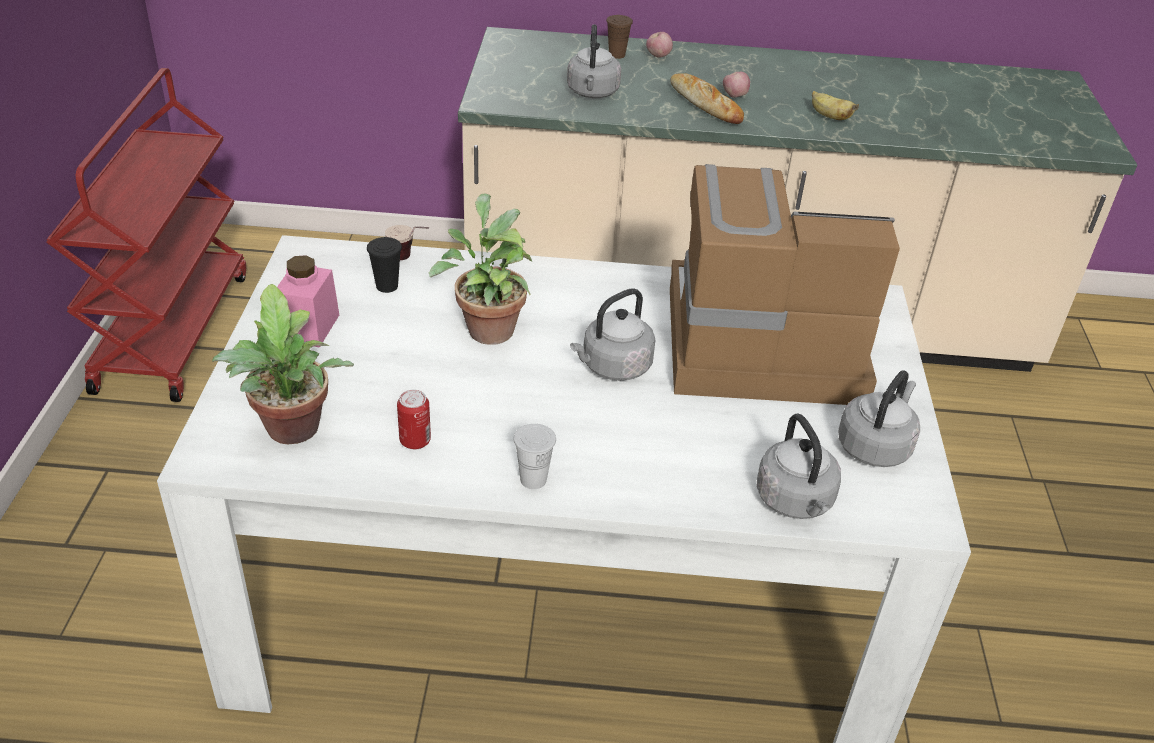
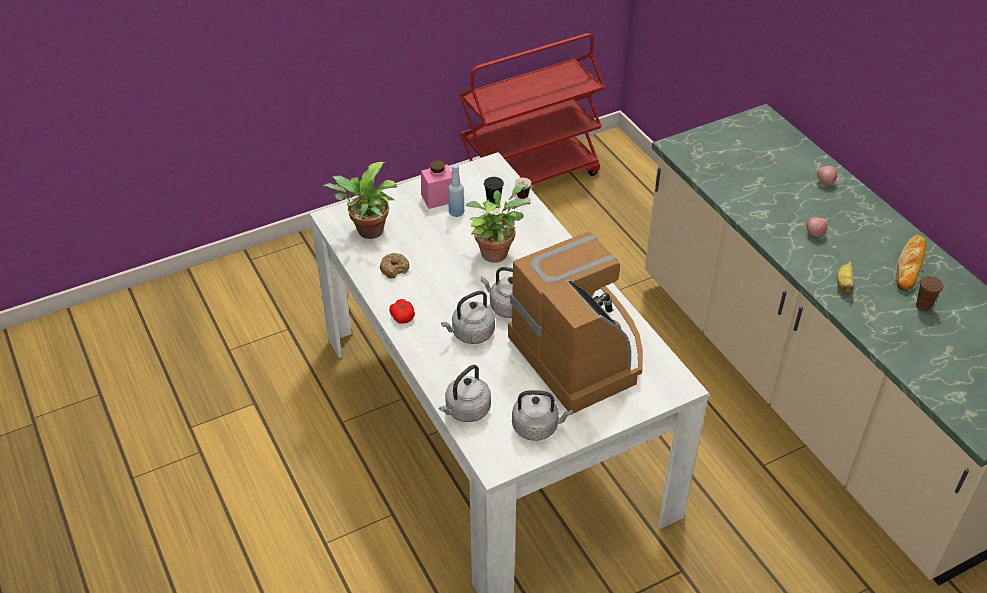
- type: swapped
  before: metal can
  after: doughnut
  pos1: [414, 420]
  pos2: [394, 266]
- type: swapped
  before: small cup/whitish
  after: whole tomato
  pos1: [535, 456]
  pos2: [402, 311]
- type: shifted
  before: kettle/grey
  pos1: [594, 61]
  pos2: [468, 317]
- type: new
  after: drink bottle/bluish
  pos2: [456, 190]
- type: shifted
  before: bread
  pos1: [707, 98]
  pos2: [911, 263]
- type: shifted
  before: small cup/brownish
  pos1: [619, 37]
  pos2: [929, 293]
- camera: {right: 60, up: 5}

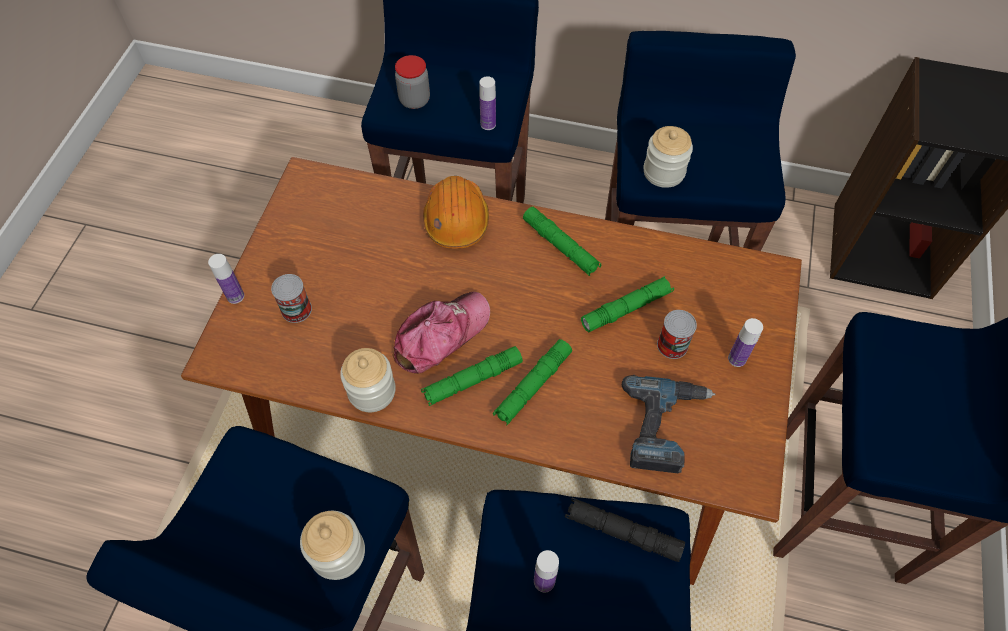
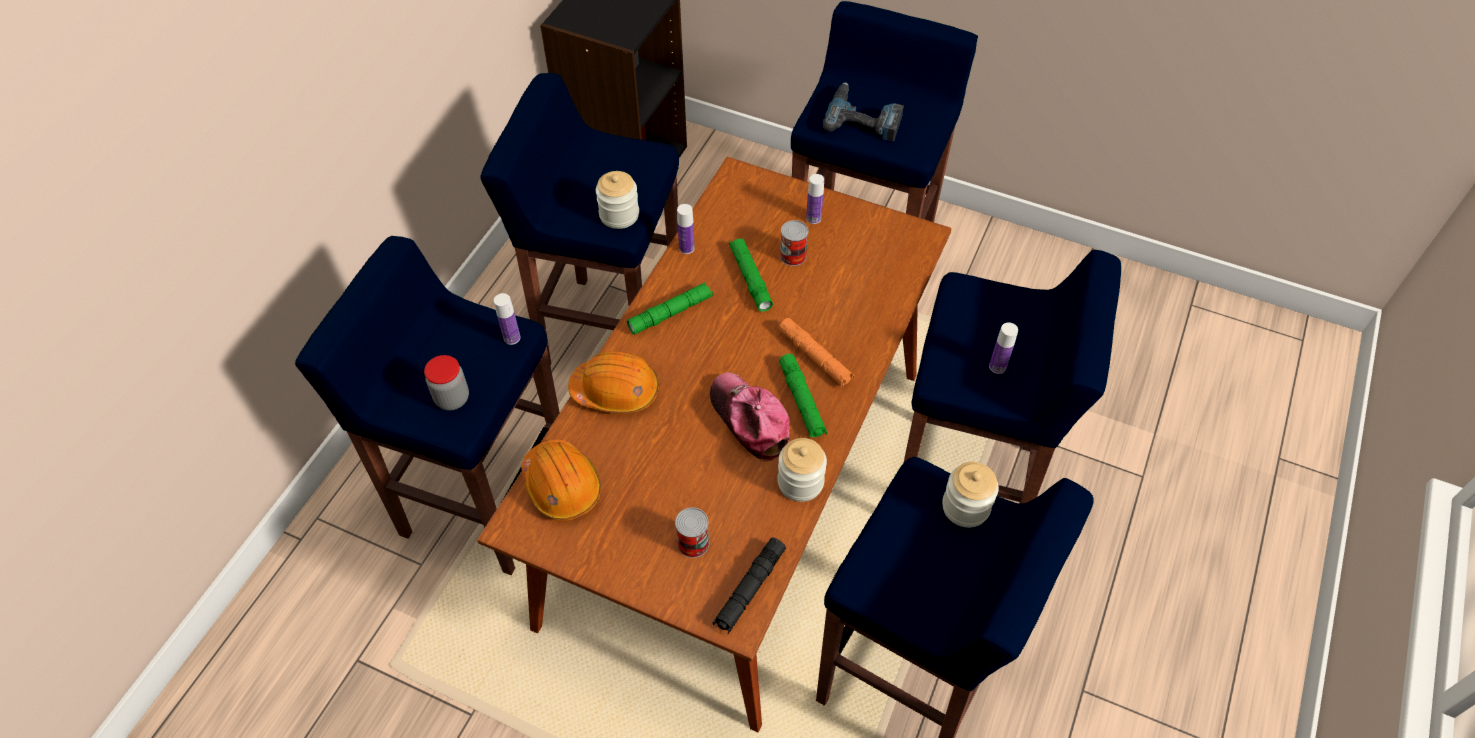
- type: new
  after: hard hat/orangey
  pos2: [561, 480]
- type: shifted
  before: drink bottle
  pos1: [226, 279]
  pos2: [686, 229]
- type: shifted
  before: torch/black
  pos1: [625, 530]
  pos2: [749, 586]
- type: repainted
  before: torch/green-coloured
  after: torch/orangey
  pos1: [532, 382]
  pos2: [817, 352]
- type: shifted
  before: drill
  pos1: [669, 424]
  pos2: [863, 112]
- camera: {right: -80, up: -5}

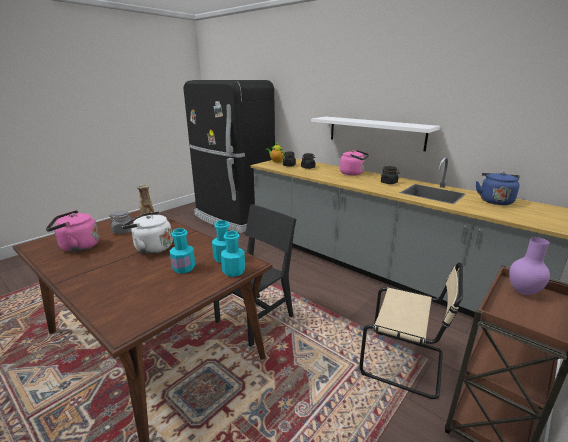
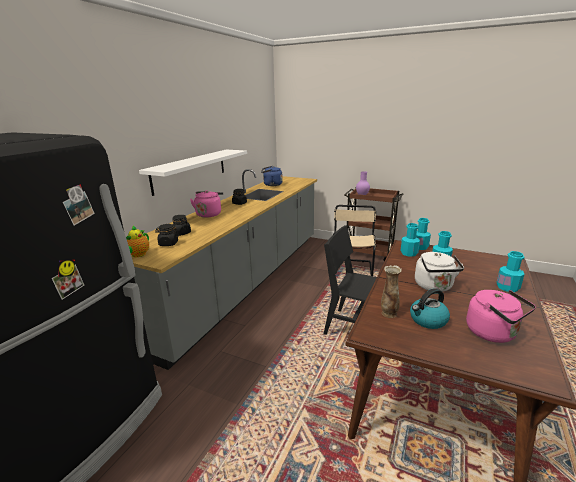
- type: swapped
  before: storage jar/grey
  after: kettle
  pos1: [121, 222]
  pos2: [430, 308]
- type: new
  after: drink bottle/turquoise
  pos2: [511, 271]
- camera: {right: -105, up: 0}

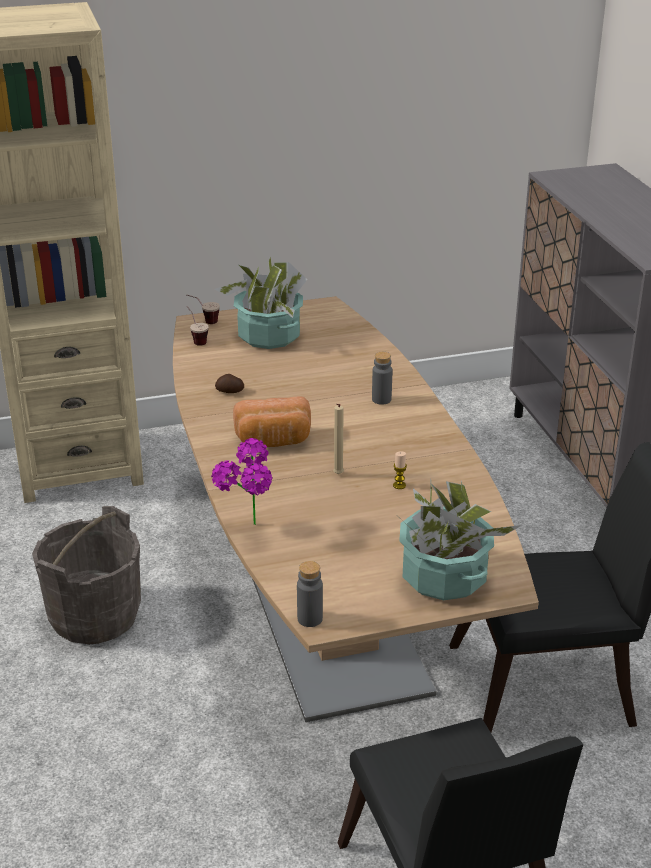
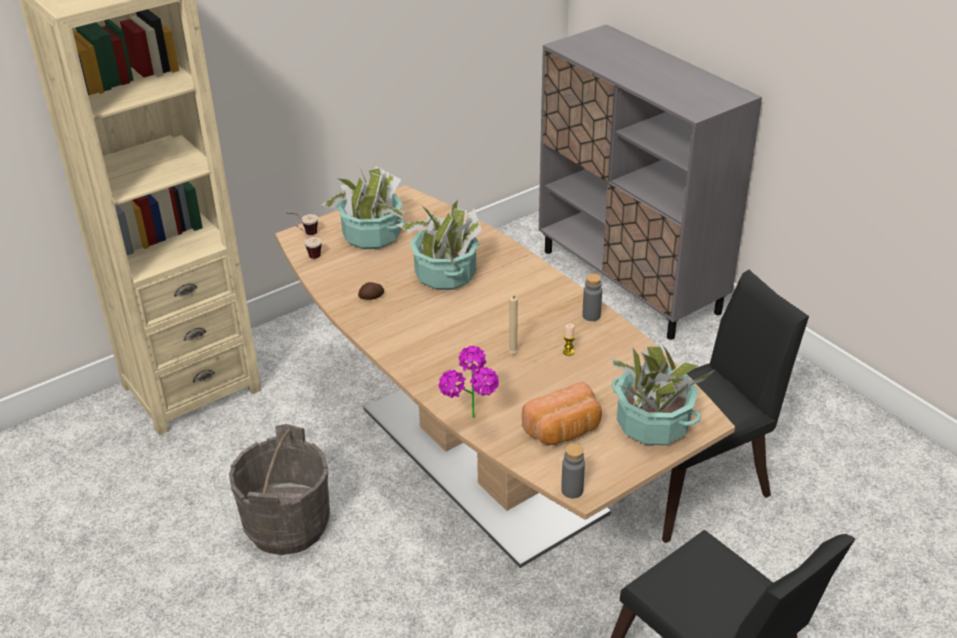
- type: new
  after: potted plant
  pos2: [439, 245]
- type: shifted
  before: bread
  pos1: [272, 421]
  pos2: [562, 413]
- type: shifted
  before: drink bottle/grey
  pos1: [382, 378]
  pos2: [592, 297]
- camera: {right: -20, up: 5}

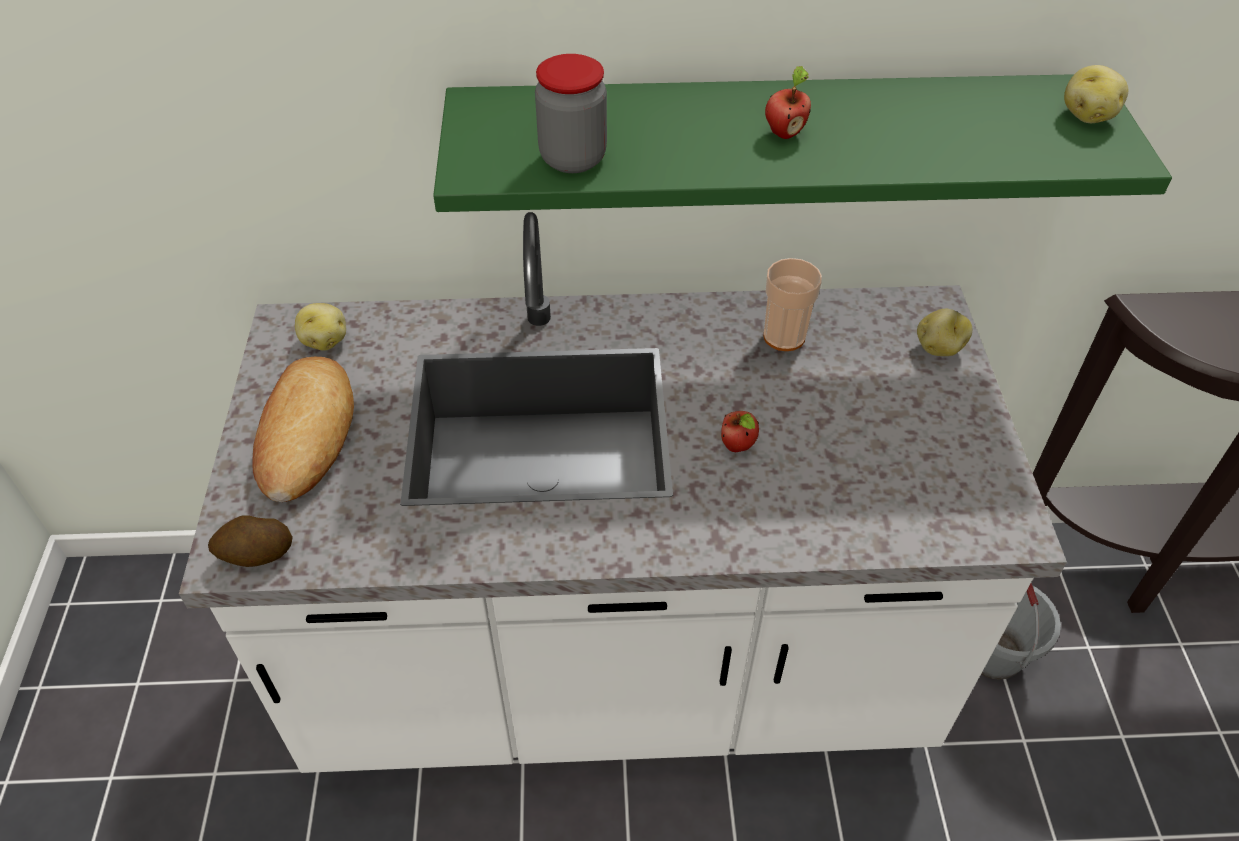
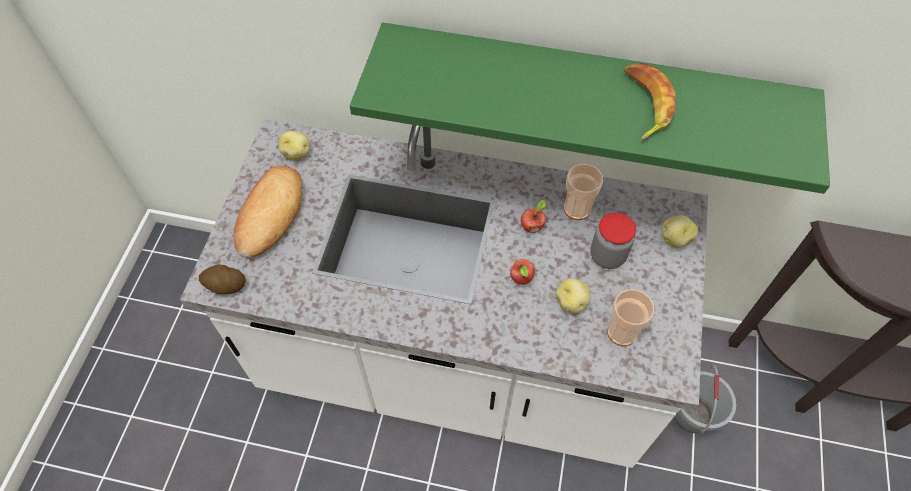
- type: shifted
  before: whole apple
  pos1: [788, 102]
  pos2: [533, 216]
- type: shifted
  before: potato
  pos1: [1096, 94]
  pos2: [572, 295]
- type: shifted
  before: storage jar
  pos1: [571, 113]
  pos2: [613, 240]
- type: new
  after: small cup
  pos2: [630, 317]
- type: new
  after: banana fruit
  pos2: [650, 101]
- camera: {right: 15, up: 10}

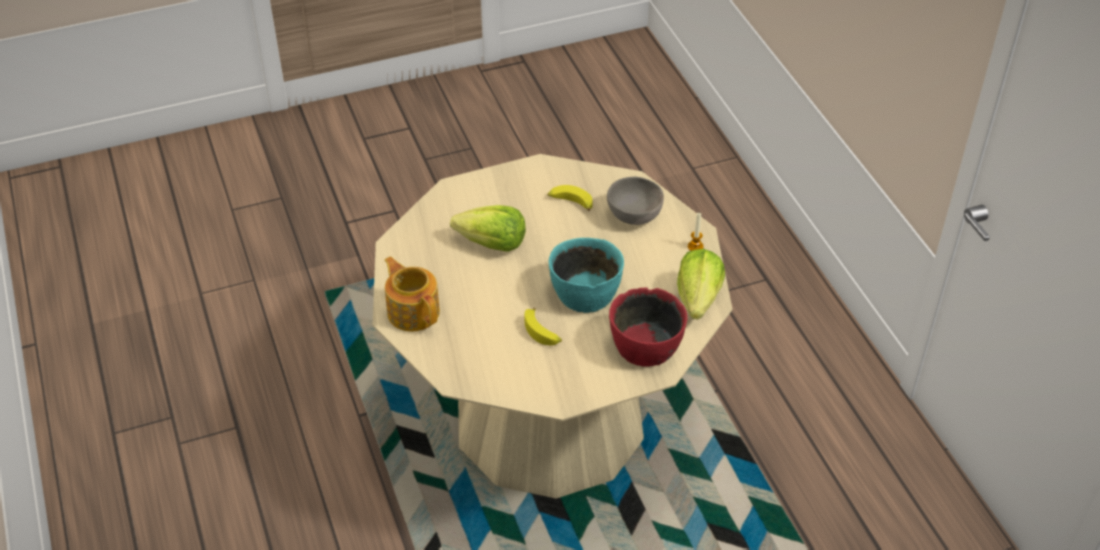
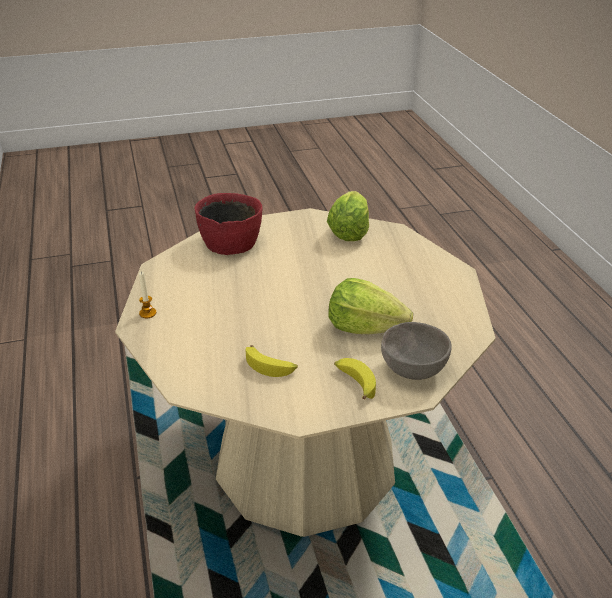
- type: shifted
  before: lettuce head
  pos1: [701, 284]
  pos2: [348, 216]
- type: shifted
  before: banana fruit
  pos1: [543, 326]
  pos2: [355, 378]
- type: shifted
  before: serving bowl/grey
  pos1: [635, 200]
  pos2: [416, 351]
- type: gone
  before: teapot
  pos1: [412, 294]
- type: gone
  before: serving bowl/turquoise
  pos1: [586, 275]
- camera: {right: -175, up: -10}

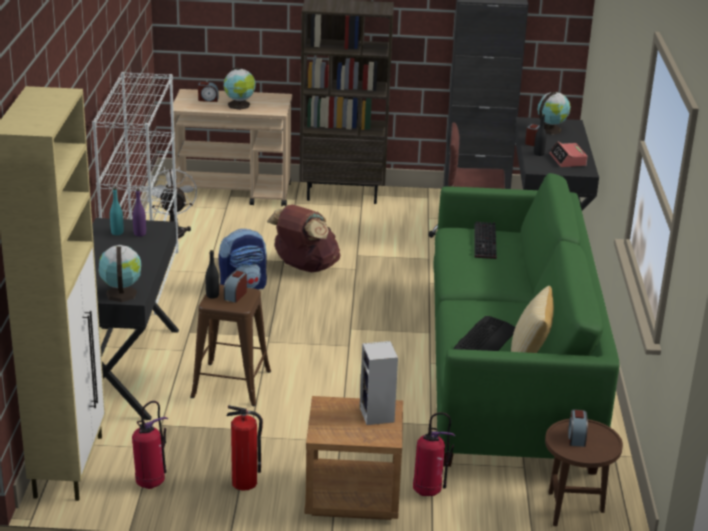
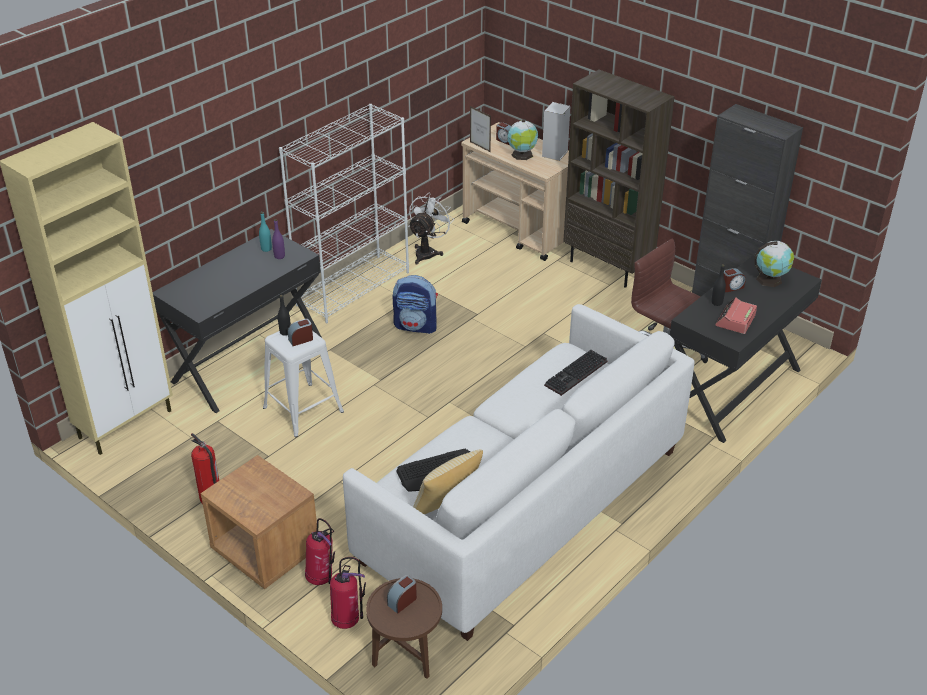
- type: repainted
  before: sitting stool/brownish
  after: sitting stool/whitish
  pos1: [230, 345]
  pos2: [303, 384]
- type: shifted
  before: fire extinguisher
  pos1: [150, 445]
  pos2: [348, 593]
- type: repainted
  before: settee/green-coloured
  after: settee/whitish
  pos1: [526, 324]
  pos2: [518, 472]
- type: new
  after: picture frame
  pos2: [480, 129]
- type: shifted
  before: audio speaker
  pos1: [379, 383]
  pos2: [556, 131]
- type: gone
  before: desk globe
  pos1: [120, 273]
- type: gone
  before: knapsack/brownish
  pos1: [304, 238]
- camera: {right: 40, up: 10}

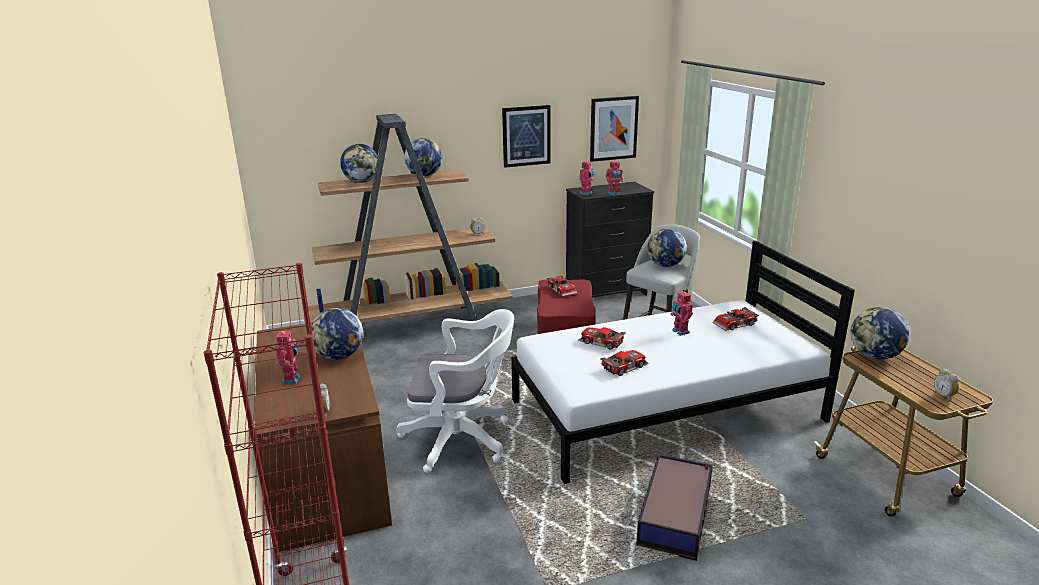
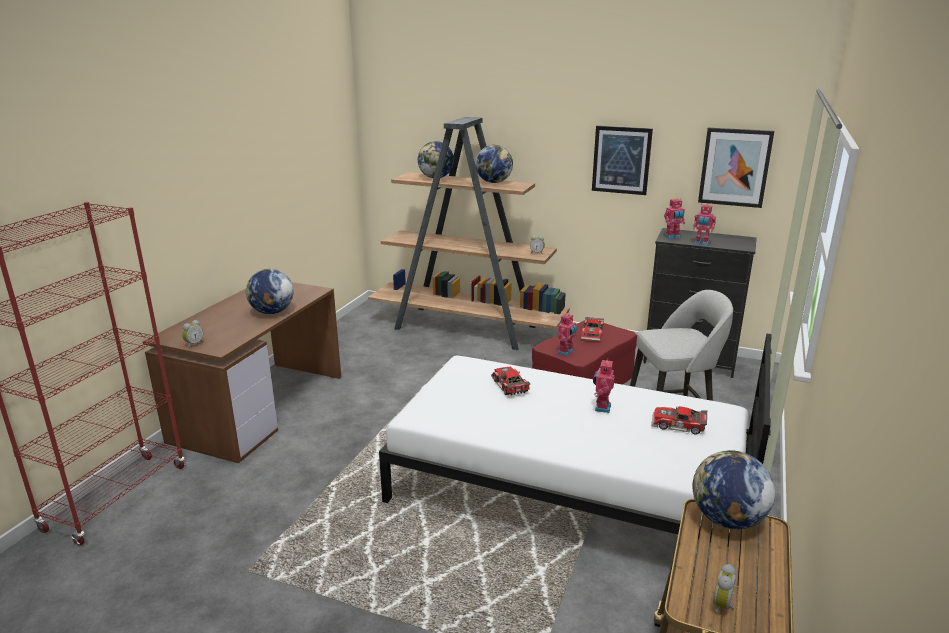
- type: shifted
  before: toy robot
  pos1: [288, 356]
  pos2: [567, 334]
- type: gone
  before: computer chair/whitish
  pos1: [455, 391]
- type: gone
  before: toy car
  pos1: [624, 363]
- type: gone
  before: storage container
  pos1: [674, 507]
- type: gone
  before: desk globe
  pos1: [667, 248]
- camera: {right: 40, up: 0}

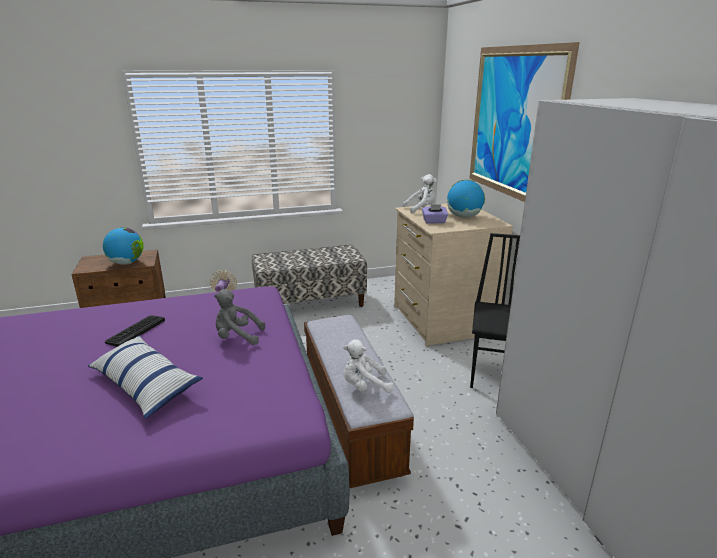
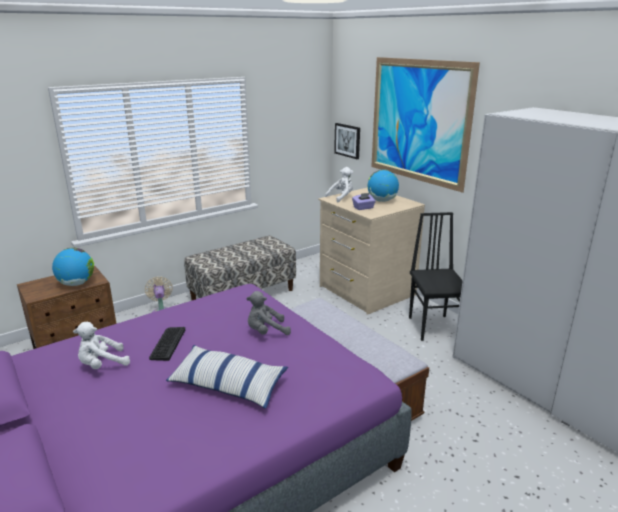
- type: shifted
  before: plush toy/whitish
  pos1: [368, 366]
  pos2: [101, 345]
- type: new
  after: wall art
  pos2: [347, 141]
- camera: {right: -20, up: 0}

